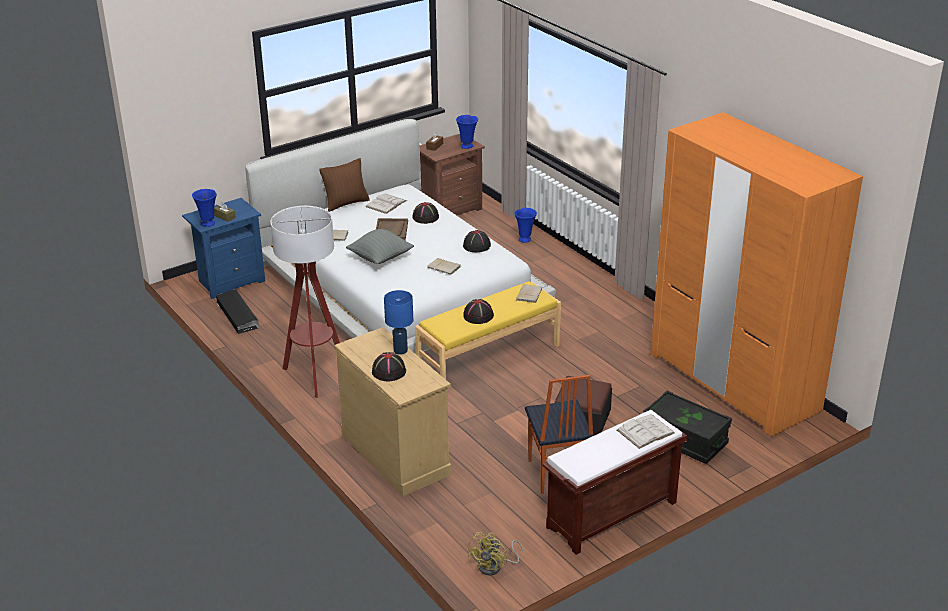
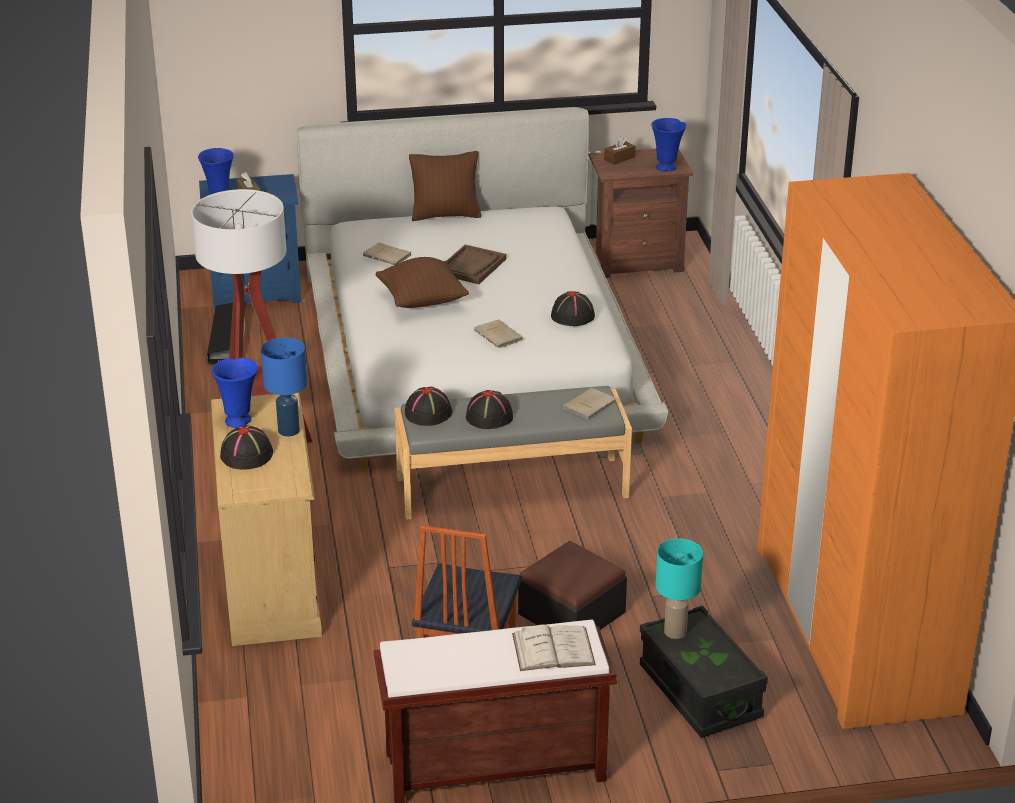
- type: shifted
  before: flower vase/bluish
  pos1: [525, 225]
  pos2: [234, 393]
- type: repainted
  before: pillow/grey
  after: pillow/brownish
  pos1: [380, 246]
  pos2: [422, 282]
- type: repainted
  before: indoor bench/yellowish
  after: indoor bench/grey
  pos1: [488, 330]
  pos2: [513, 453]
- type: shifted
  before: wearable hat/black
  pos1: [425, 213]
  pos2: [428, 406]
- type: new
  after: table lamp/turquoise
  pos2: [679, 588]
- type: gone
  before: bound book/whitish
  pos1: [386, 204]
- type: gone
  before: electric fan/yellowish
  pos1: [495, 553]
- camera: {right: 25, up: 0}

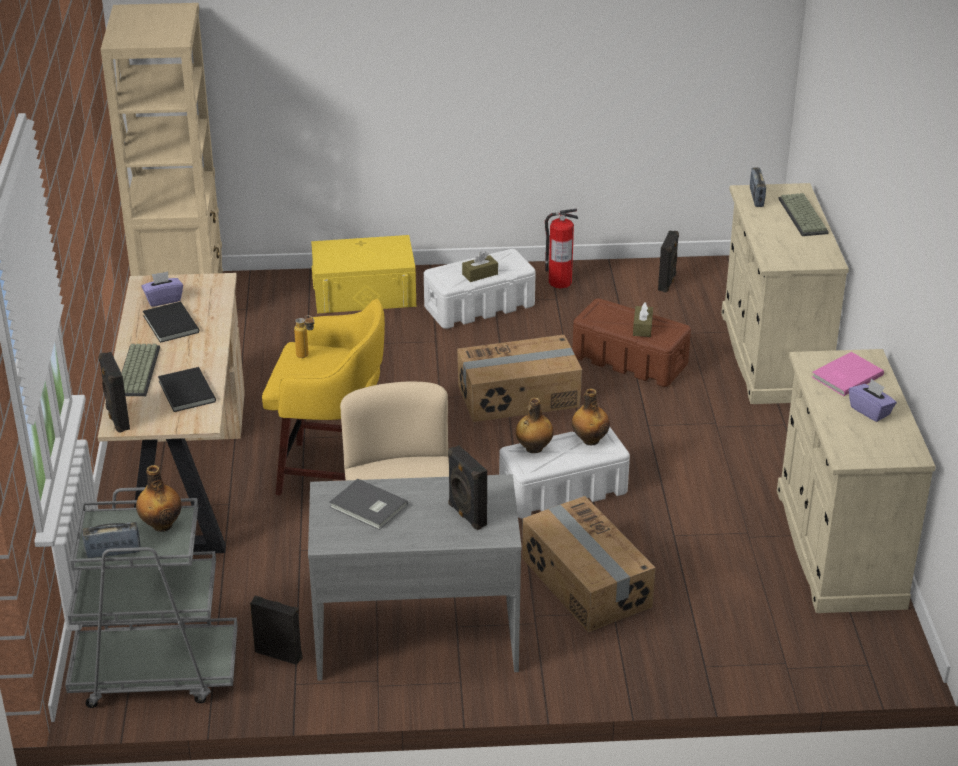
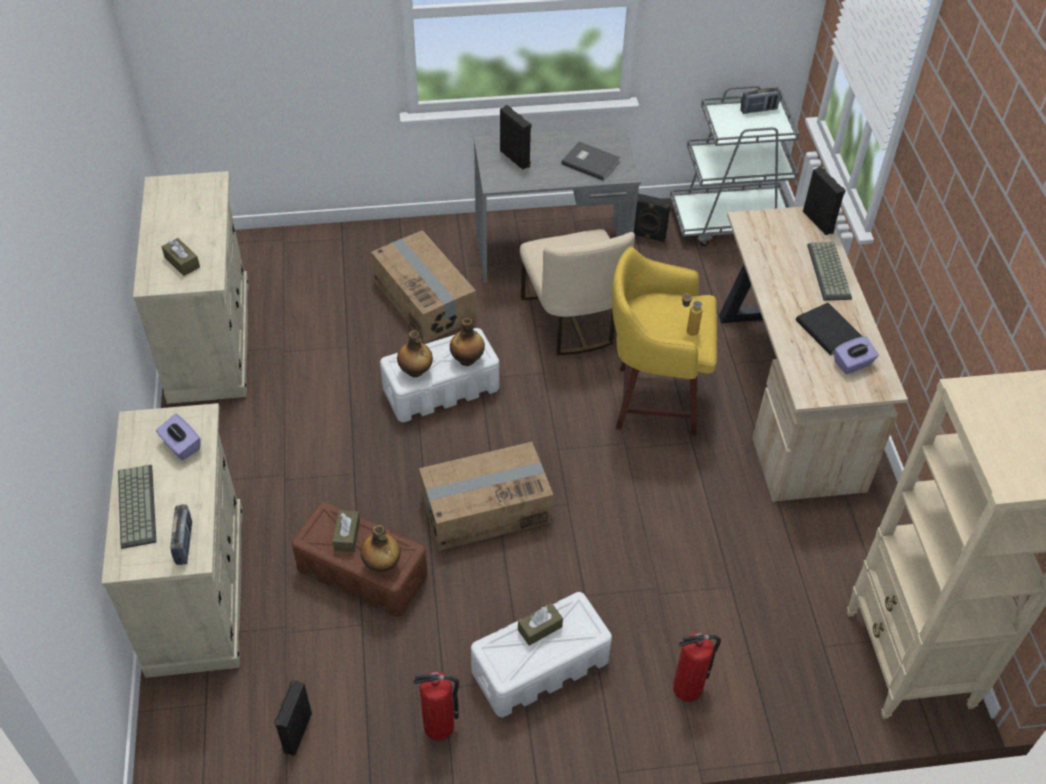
- type: shifted
  before: tissue box/purple
  pos1: [873, 400]
  pos2: [178, 437]
- type: swapped
  before: bound book/pink
  after: tissue box/brownish
  pos1: [848, 374]
  pos2: [181, 257]
- type: shifted
  before: drink bottle
  pos1: [159, 498]
  pos2: [380, 548]
- type: swapped
  before: storage container/yellowish
  after: fire extinguisher
  pos1: [363, 274]
  pos2: [697, 667]
- type: gone
  before: bound book/black
  pos1: [187, 389]
- camera: {right: 175, up: 15}

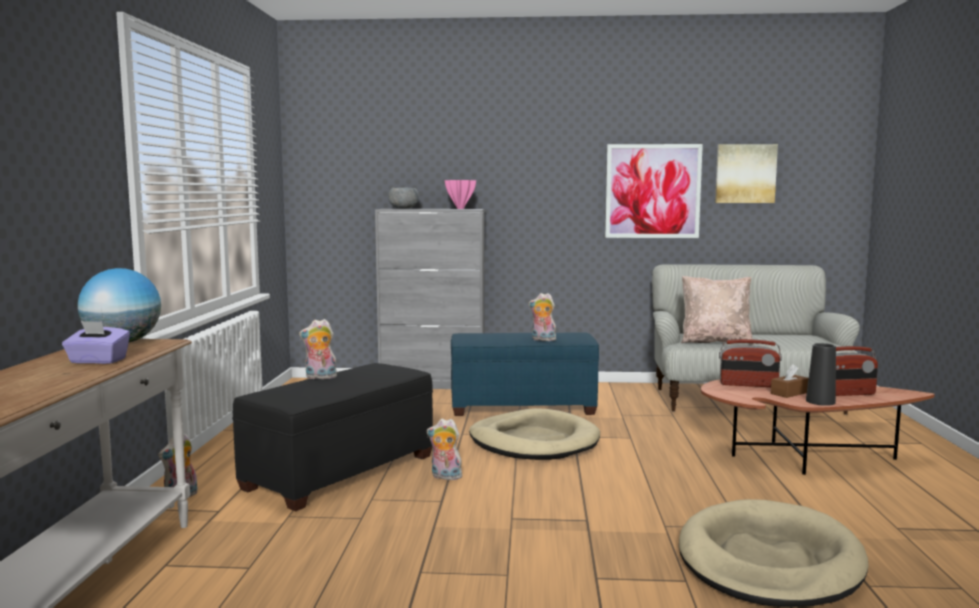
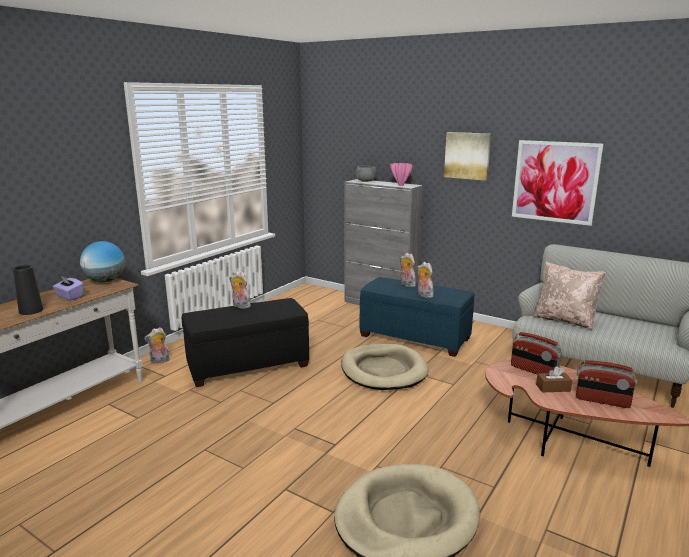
- type: shifted
  before: flower vase/black
  pos1: [821, 374]
  pos2: [28, 290]
- type: shifted
  before: plush toy
  pos1: [445, 449]
  pos2: [407, 270]
- type: shifted
  before: wall art
  pos1: [746, 173]
  pos2: [467, 156]
- camera: {right: 30, up: 10}

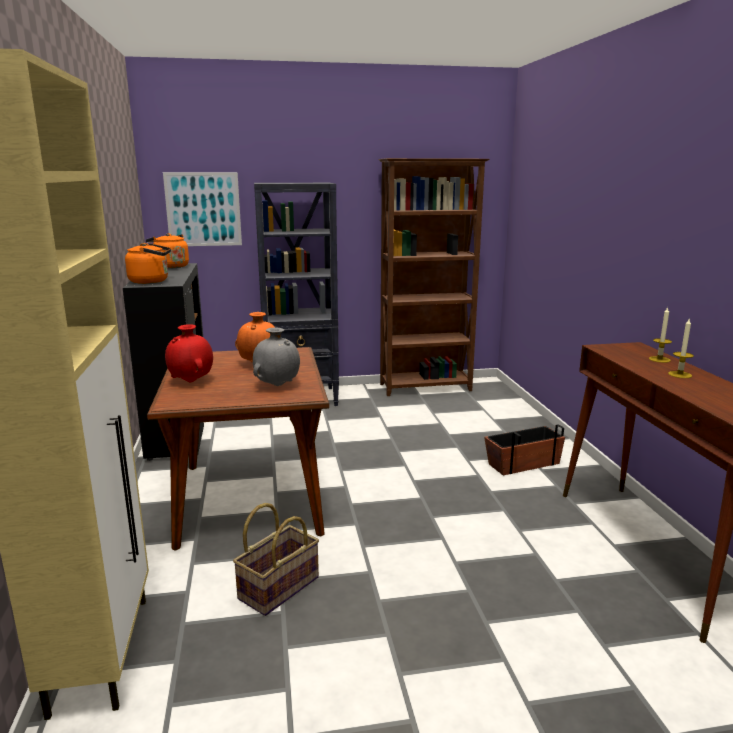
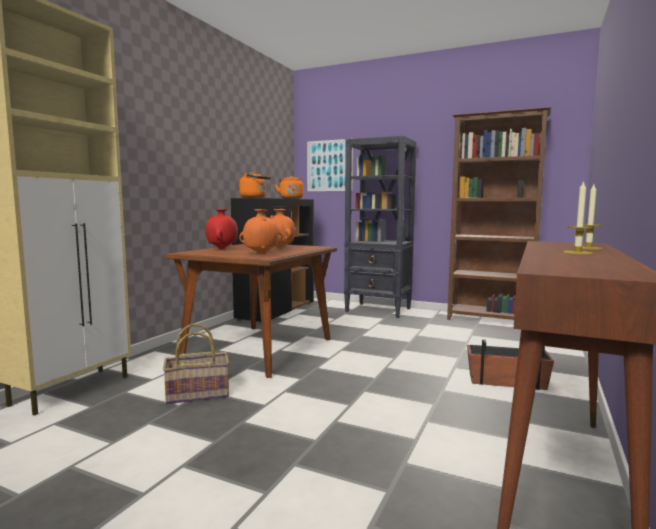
- type: repainted
  before: flower vase/grey
  after: flower vase/orangey
  pos1: [276, 357]
  pos2: [261, 231]
- camera: {right: 35, up: -10}

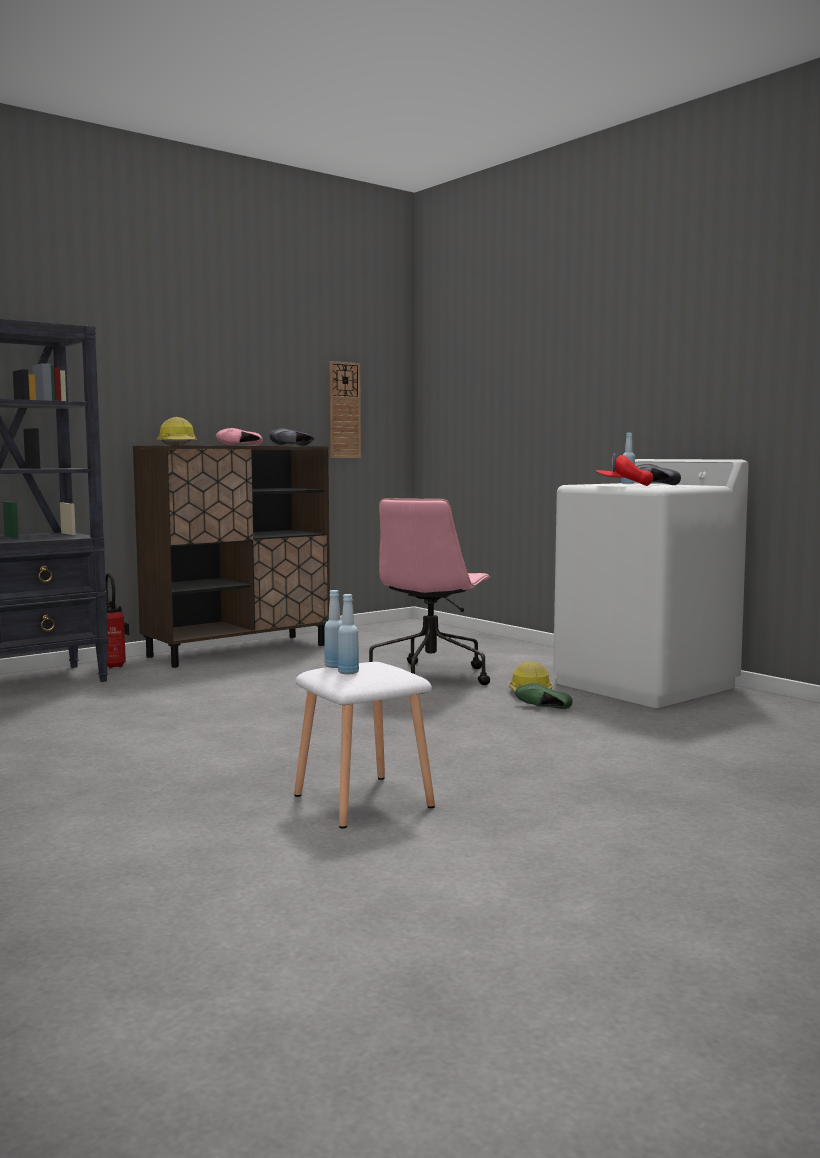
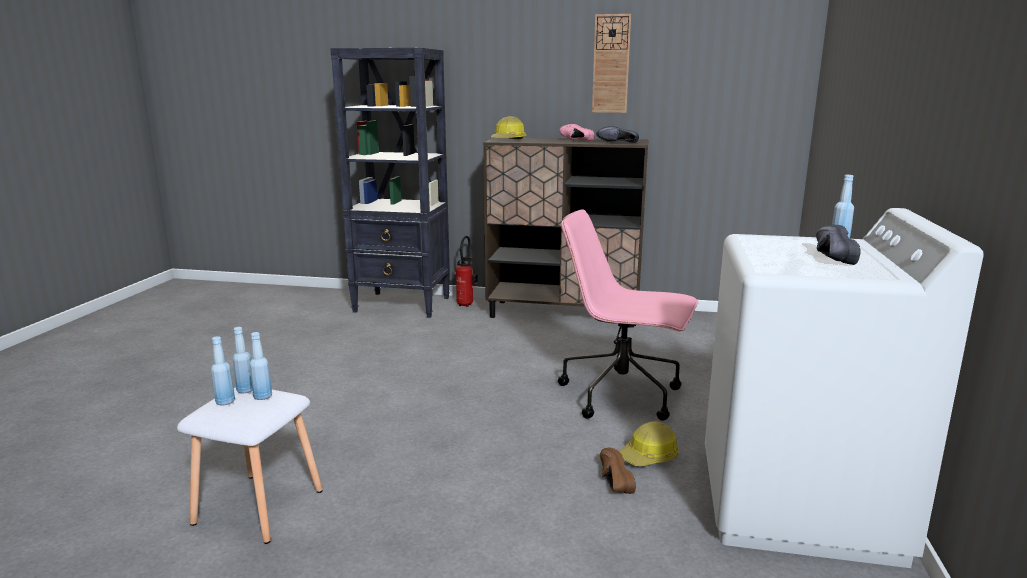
- type: new
  after: drink bottle/bluish
  pos2: [261, 366]
- type: rotated
  before: computer chair/pink
  pos1: [429, 591]
  pos2: [628, 315]
  turn: 45
- type: shifted
  before: hanging clock
  pos1: [345, 409]
  pos2: [611, 63]
- type: repainted
  before: shoe/green-coloured
  after: shoe/brownish
  pos1: [544, 696]
  pos2: [618, 470]
- type: gone
  before: cap/reddish
  pos1: [624, 469]
- camera: {right: 50, up: 10}

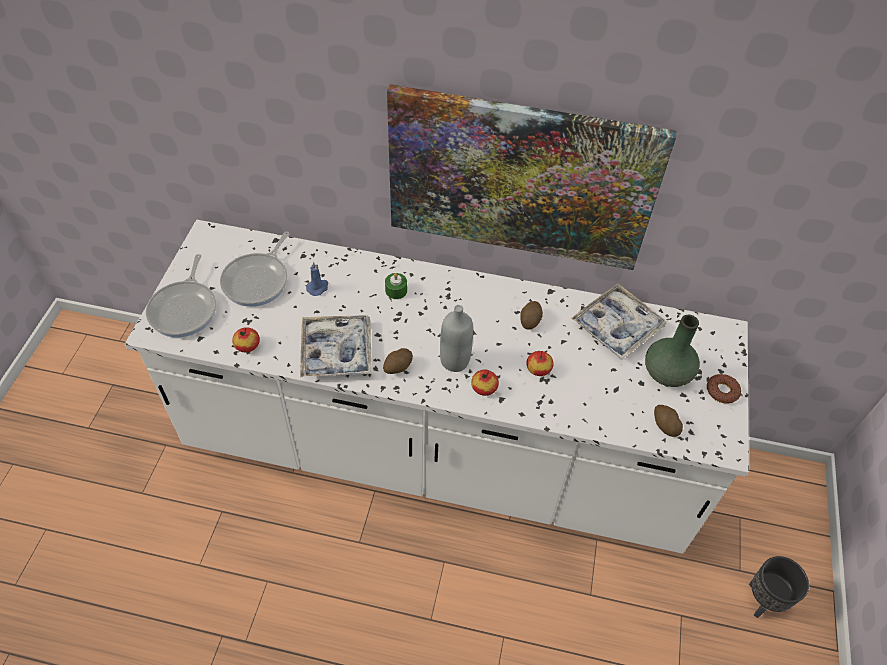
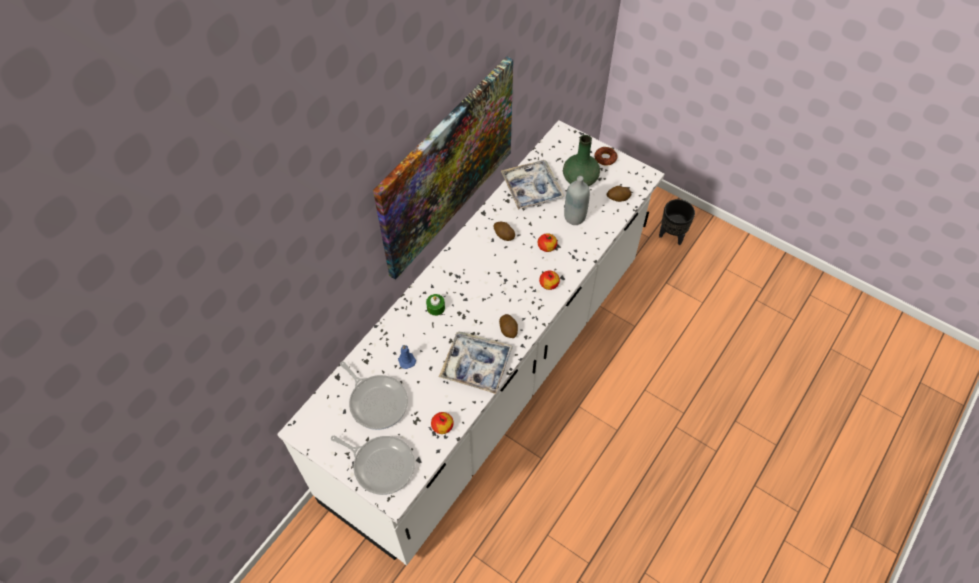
- type: shifted
  before: drink bottle/grey
  pos1: [456, 338]
  pos2: [577, 200]
- camera: {right: -65, up: 5}

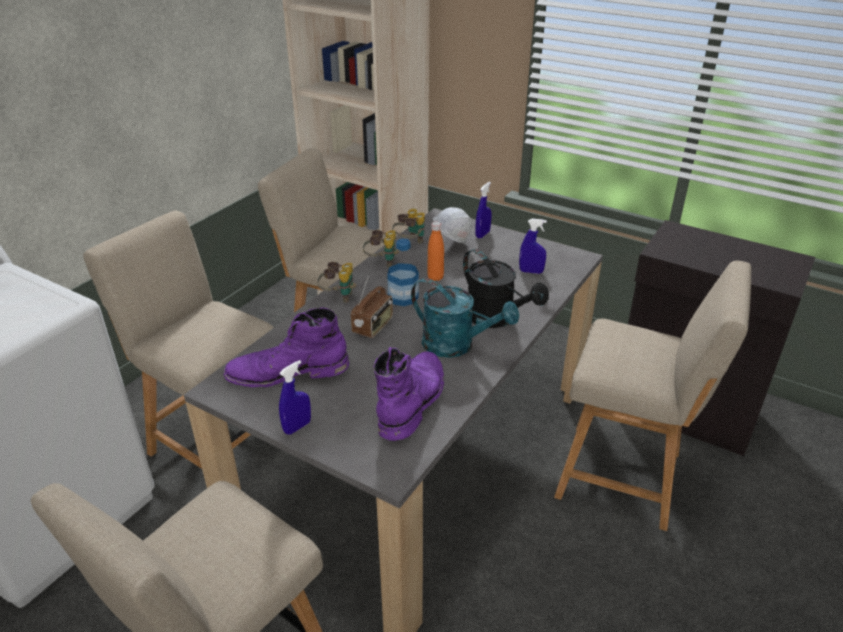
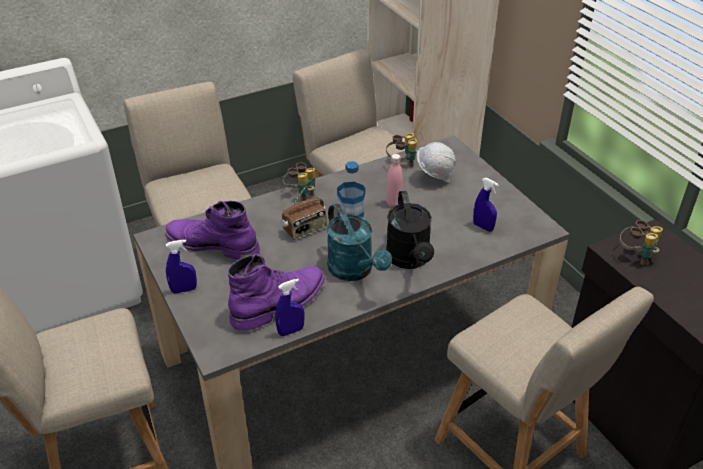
- type: shifted
  before: spray bottle/bluish
  pos1: [483, 210]
  pos2: [290, 307]
- type: repainted
  before: drink bottle/orangey
  after: drink bottle/pink
  pos1: [435, 251]
  pos2: [394, 180]
- type: shifted
  before: binoculars
  pos1: [381, 249]
  pos2: [641, 242]
- camera: {right: 30, up: 5}

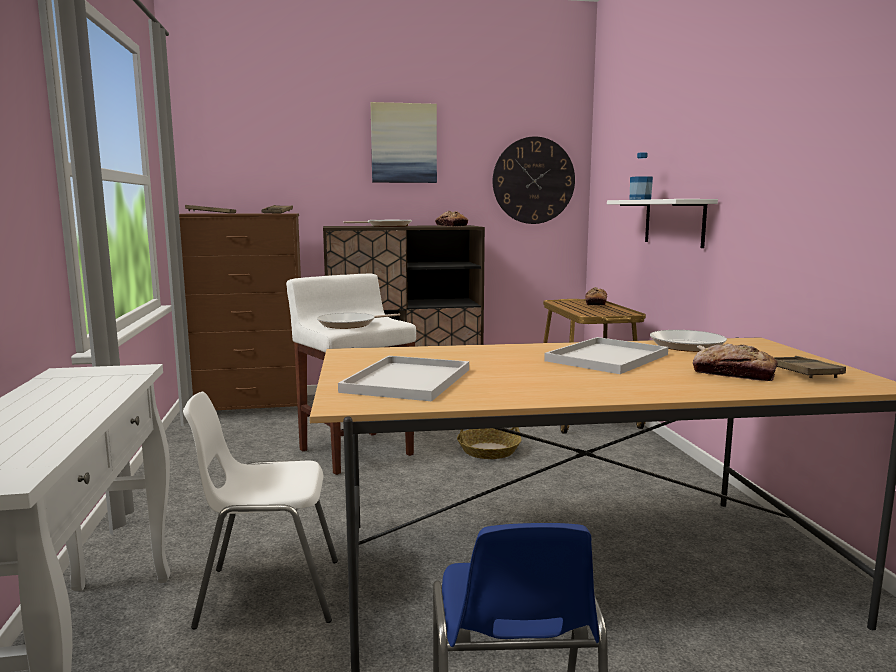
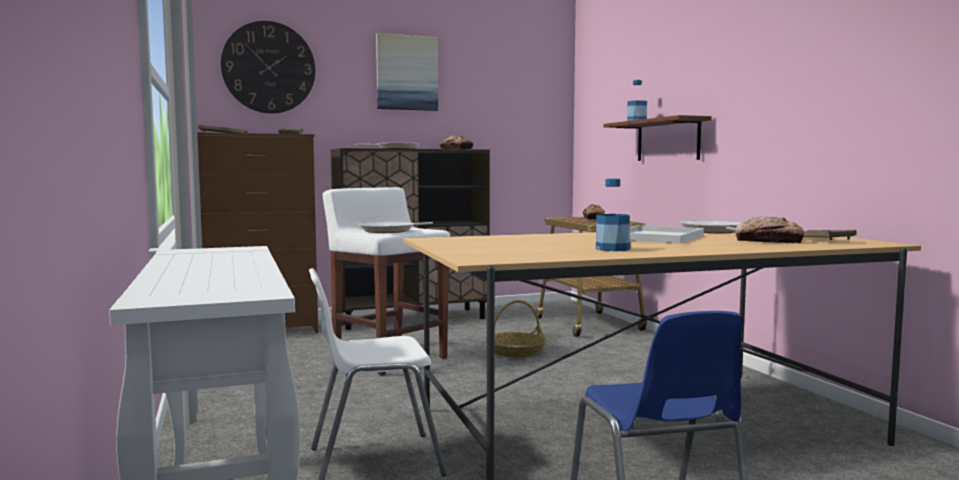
- type: shifted
  before: hanging clock
  pos1: [534, 180]
  pos2: [268, 67]
- type: new
  after: drink bottle
  pos2: [613, 215]
- type: repainted
  before: bracket shelf/whitish
  after: bracket shelf/brownish
  pos1: [662, 223]
  pos2: [657, 138]
- type: gone
  before: carrying tray/whitish
  pos1: [403, 378]
- camera: {right: -10, up: -5}

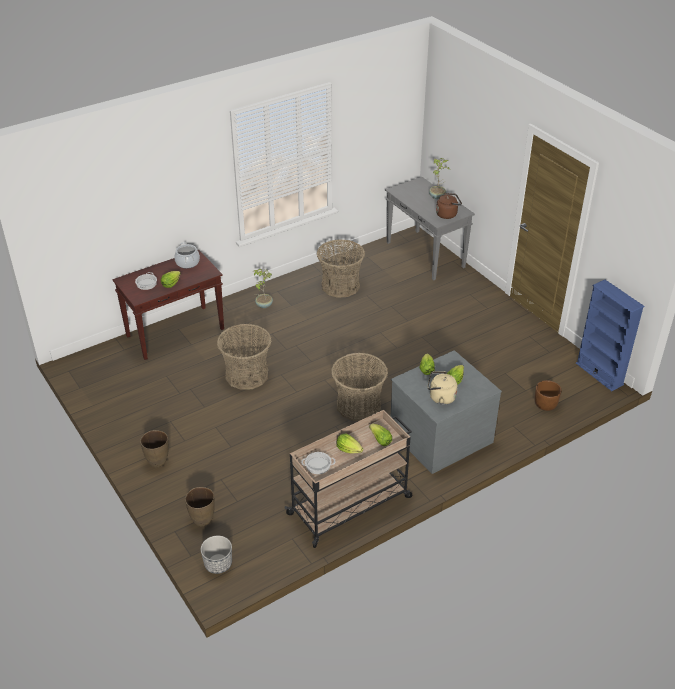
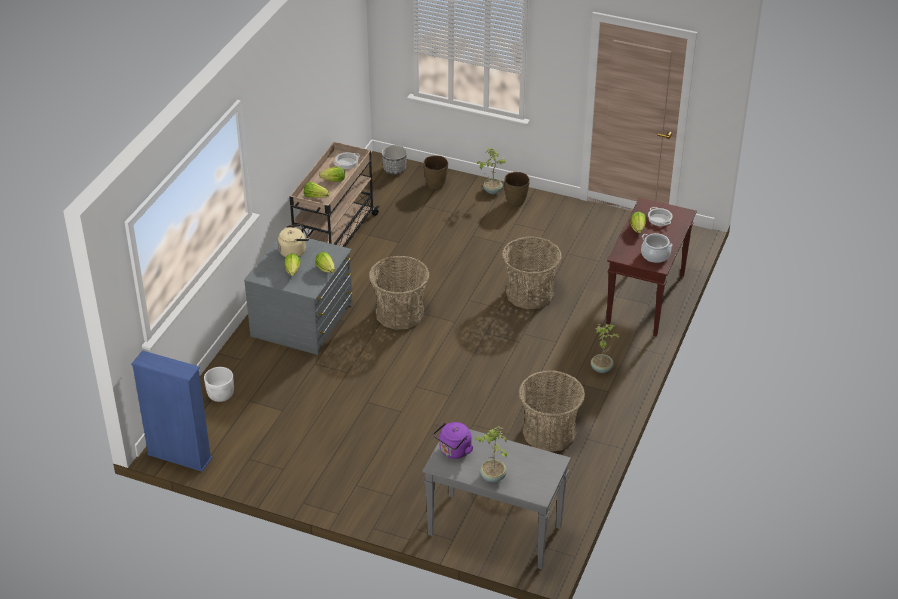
- type: repainted
  before: plant pot/brownish
  after: plant pot/whitish
  pos1: [548, 395]
  pos2: [219, 384]
- type: repainted
  before: kettle/brownish
  after: kettle/purple
  pos1: [449, 206]
  pos2: [453, 440]
- type: new
  after: potted plant
  pos2: [491, 171]
- camera: {right: 145, up: 0}

